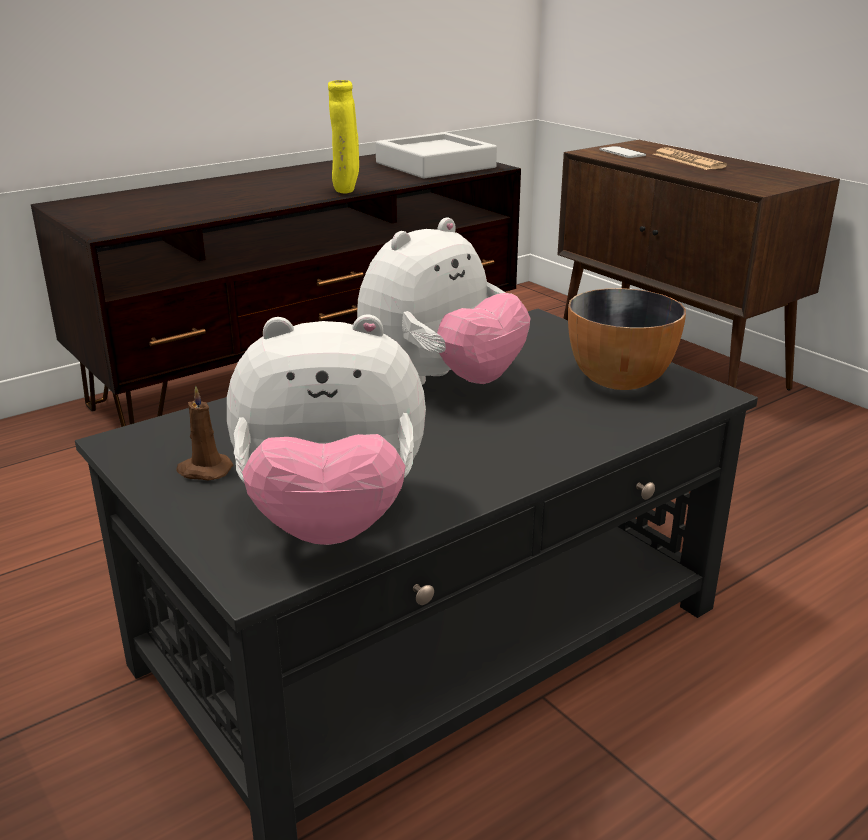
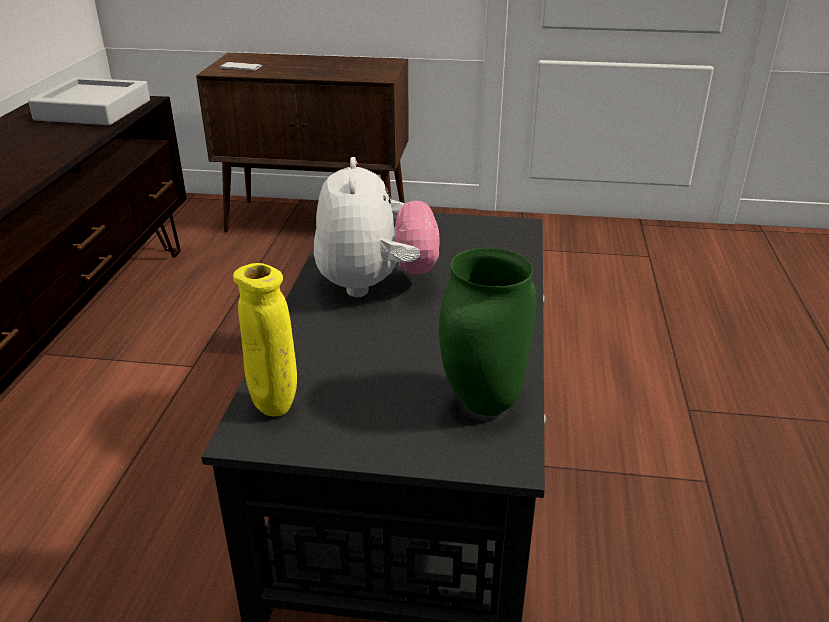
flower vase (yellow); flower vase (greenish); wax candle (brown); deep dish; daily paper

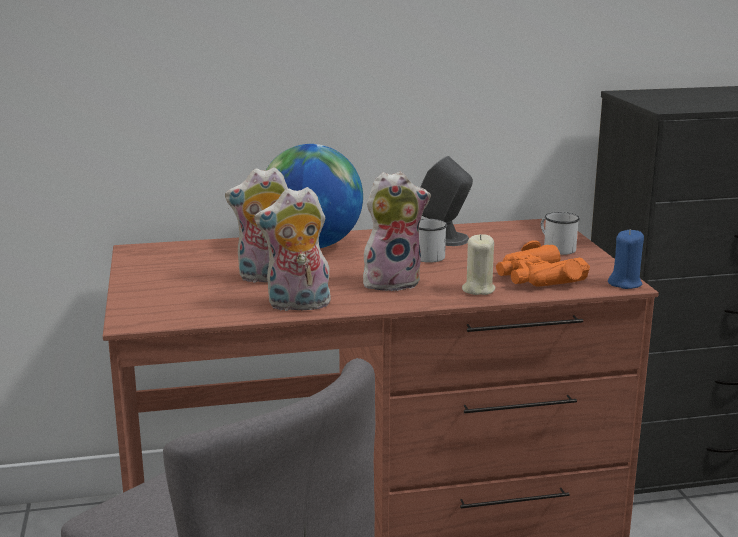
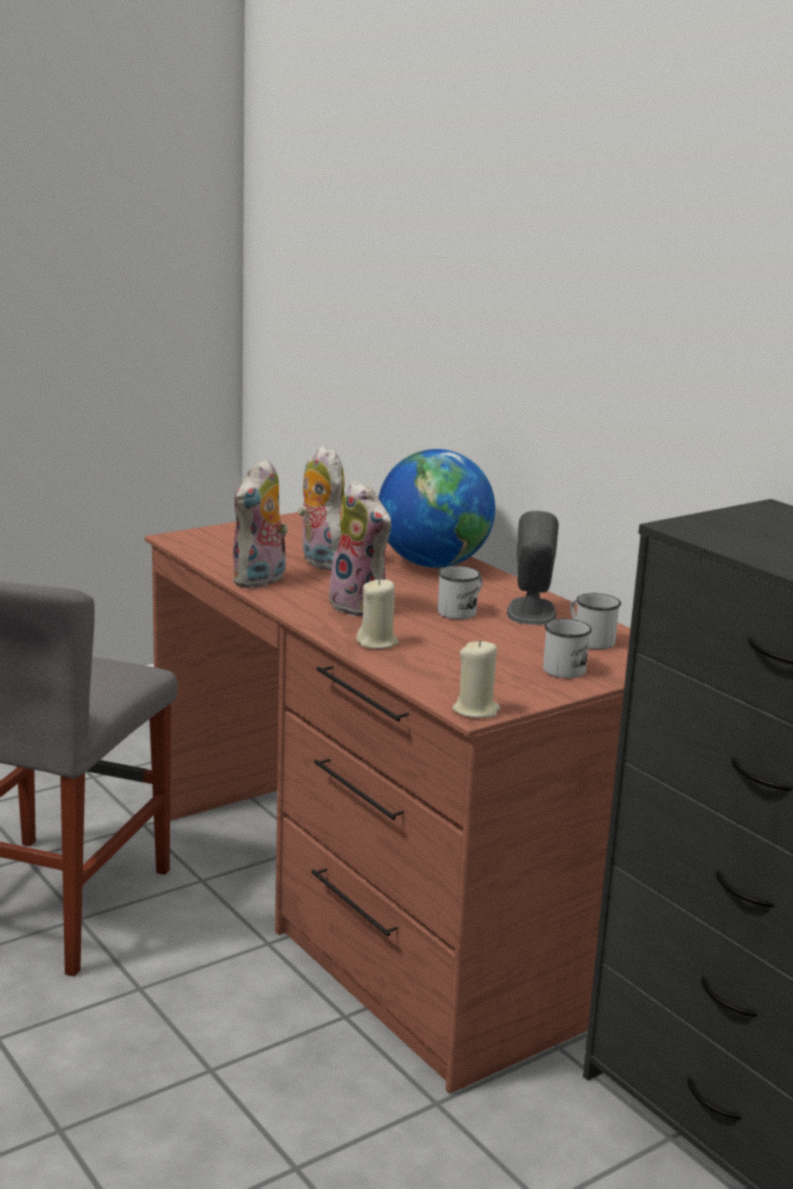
plush toy (no. 1 from left); wax candle (beige) (no. 2 from left); tea mug (whitish) (no. 3 from left); pair of binoculars (orangey)

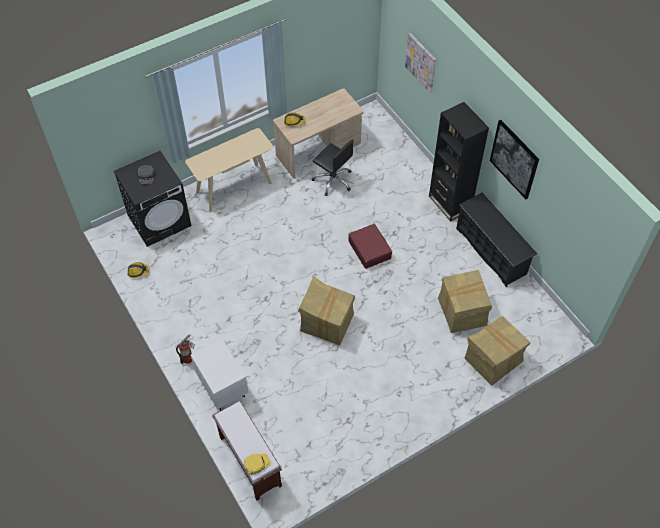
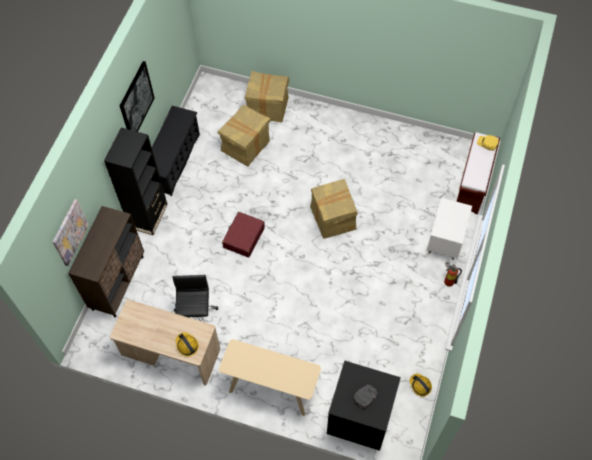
storage cabinet (brown)

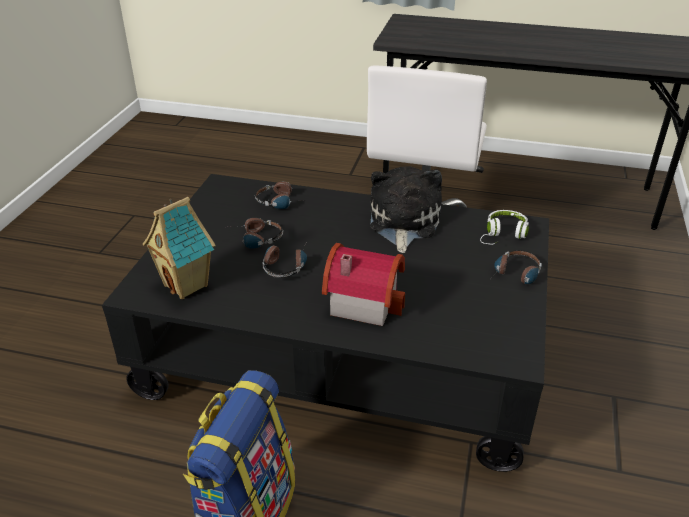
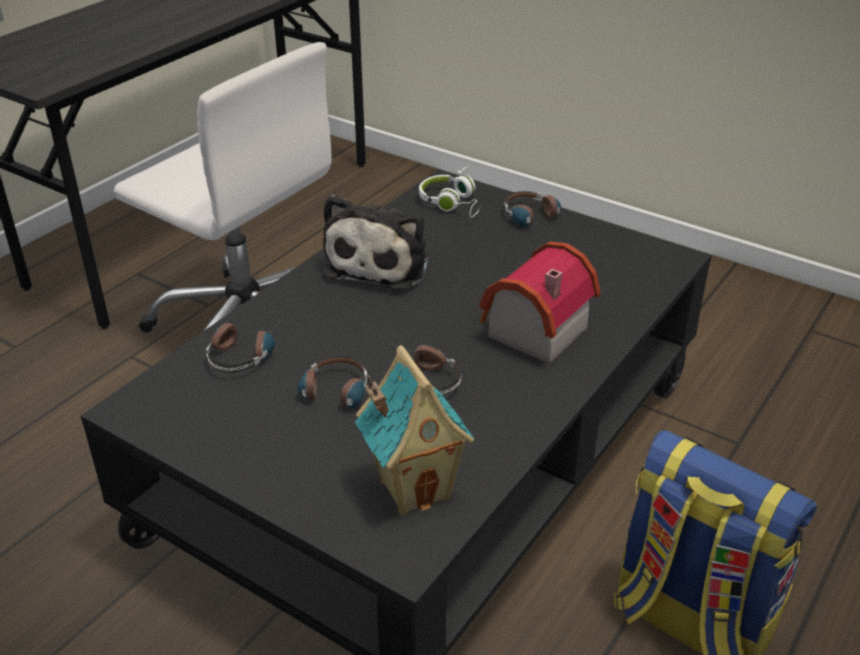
plush toy

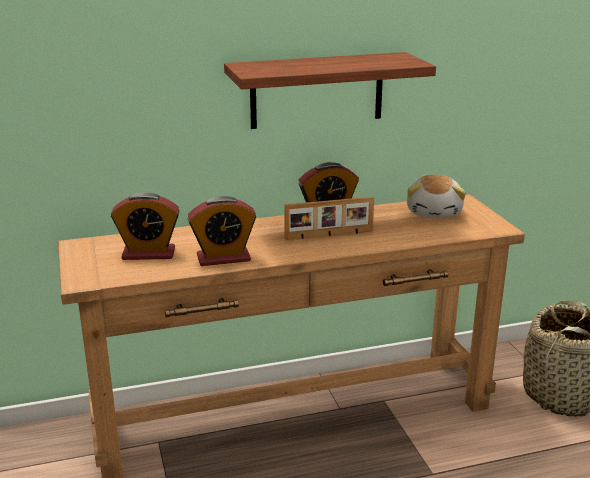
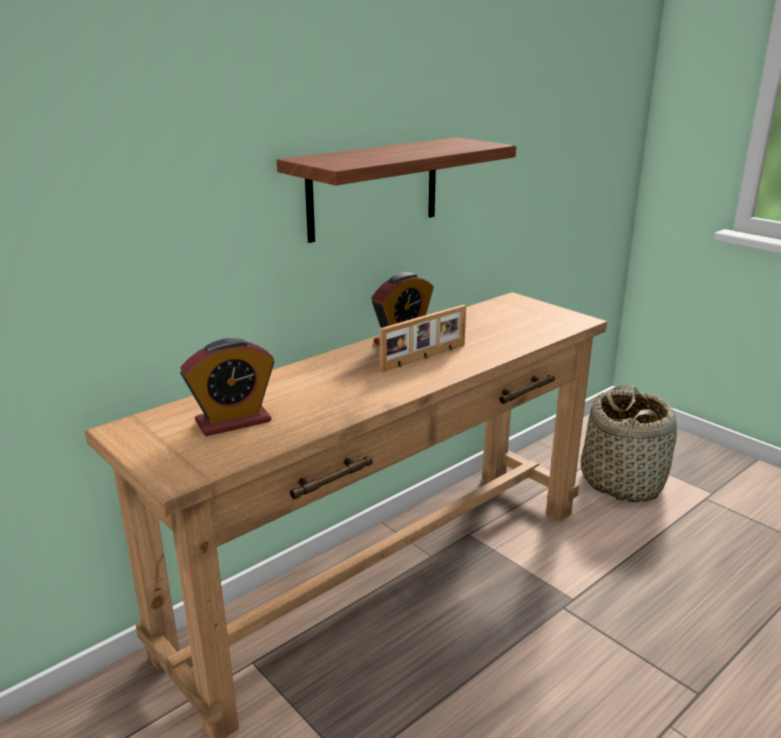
bedside clock (no. 2 from left in the first image); plush toy

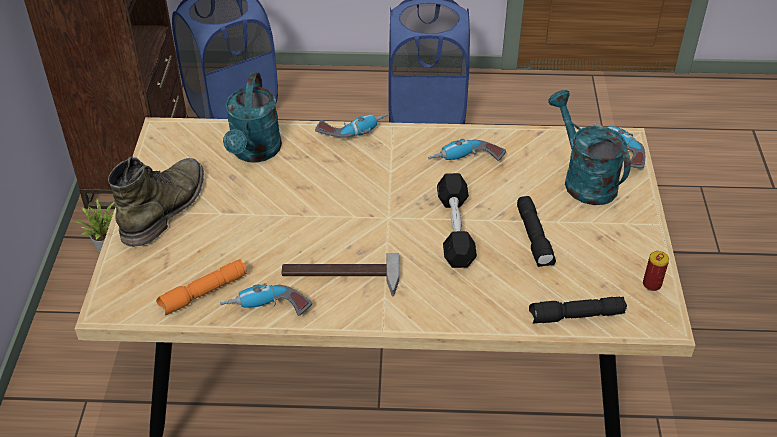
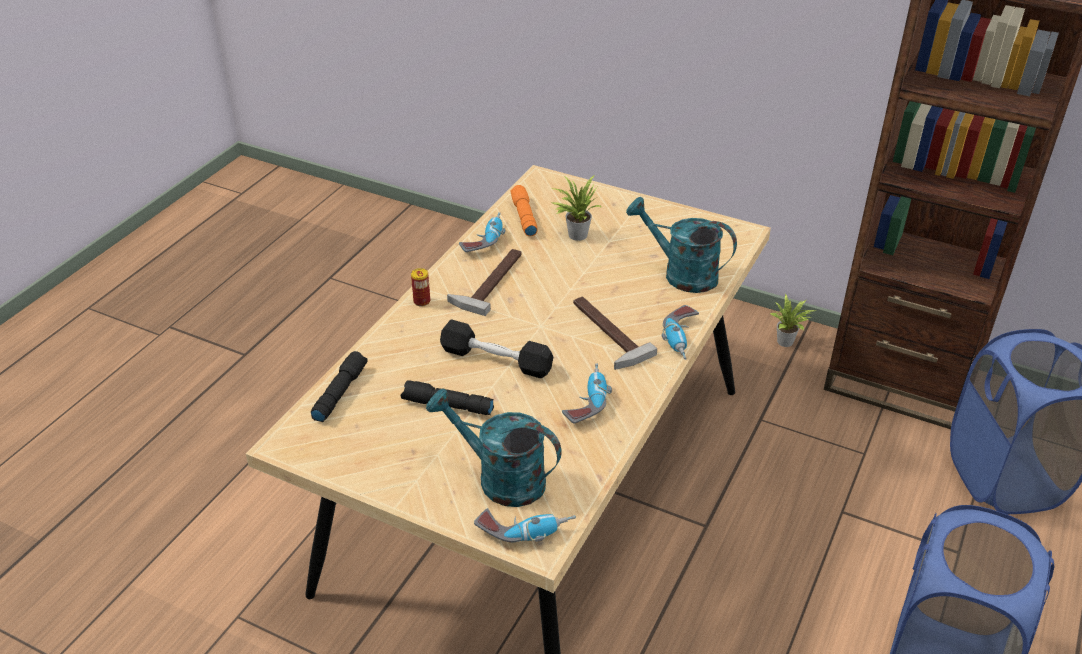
sealed can; watering can (turquoise-coloured) (no. 1 from left); potted plant (no. 1 from left); hand hammer (no. 2 from left); high-top boot (greenish)

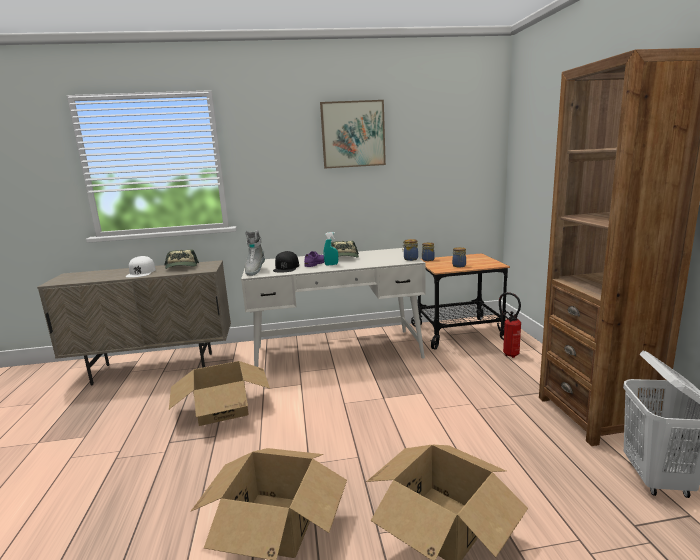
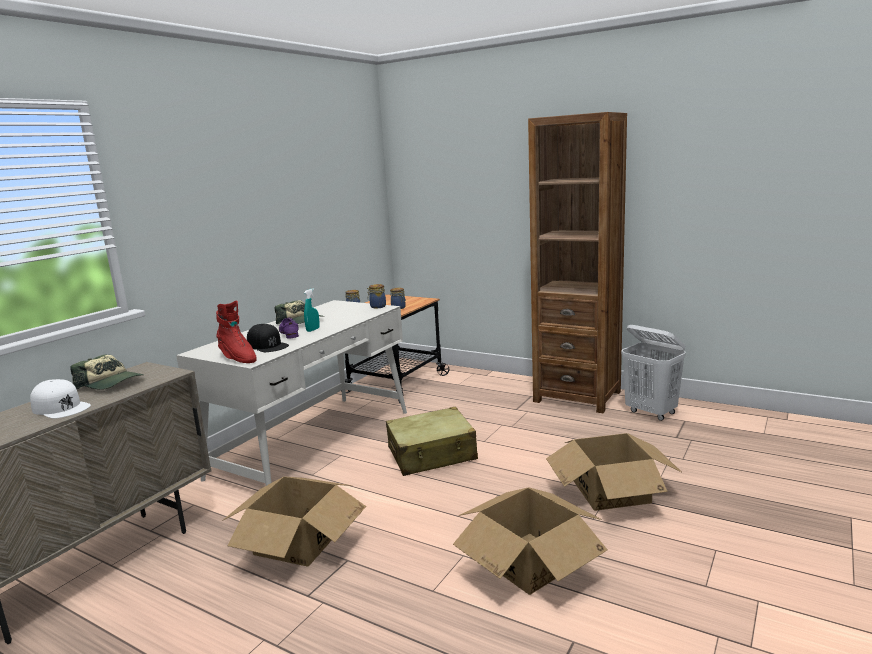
high-top boot (red); suitcase (beige); wall picture; extinguisher

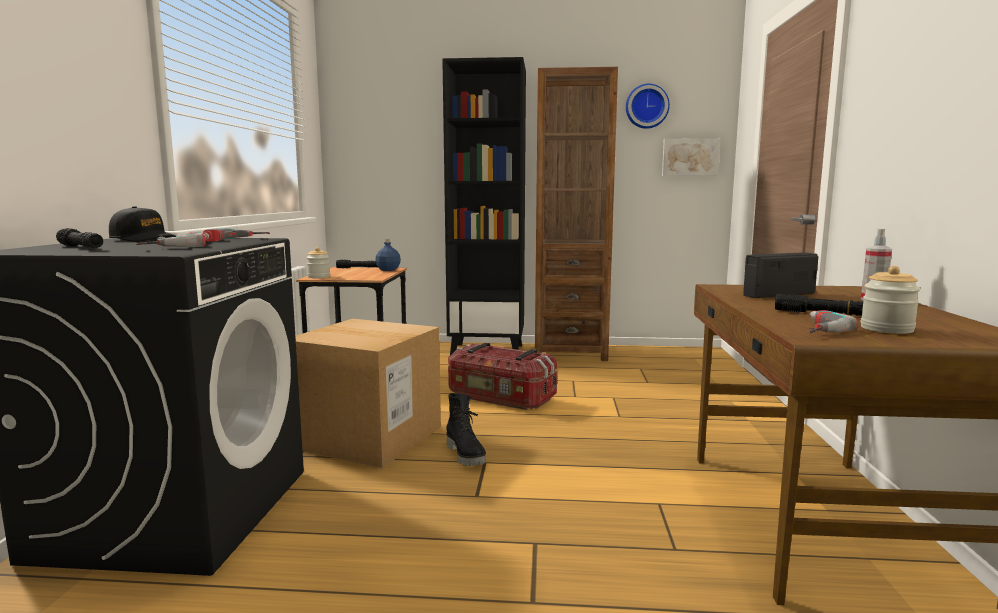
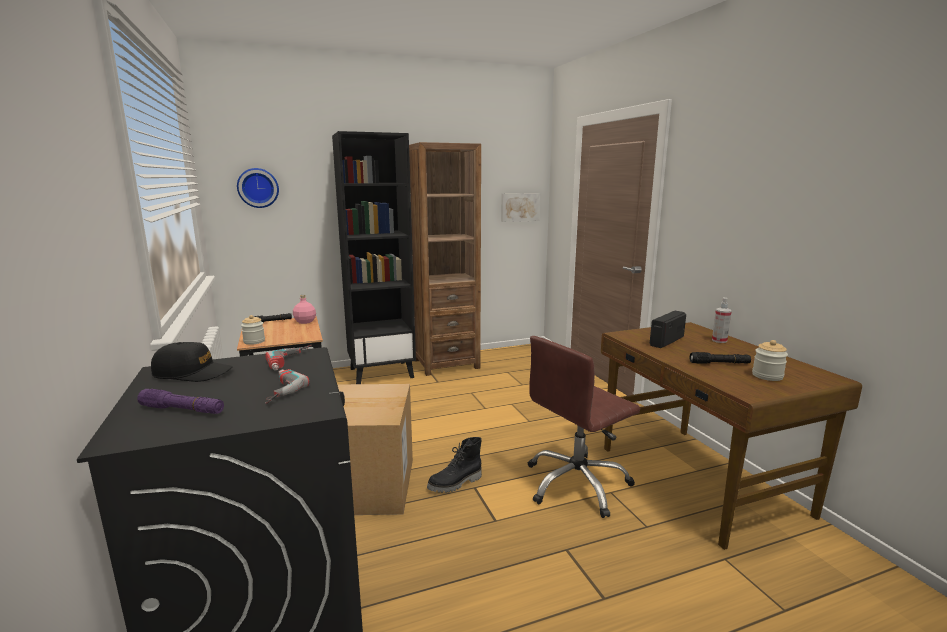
flashlight (purple); hanging clock; beverage bottle (pink); high-top boot (black); desk chair (brown); storage box; electric drill (no. 3 from left in the first image)

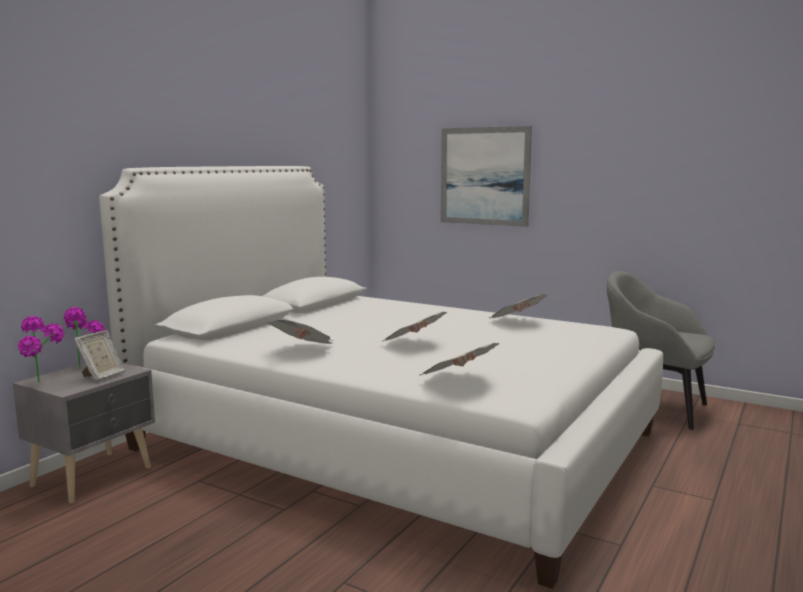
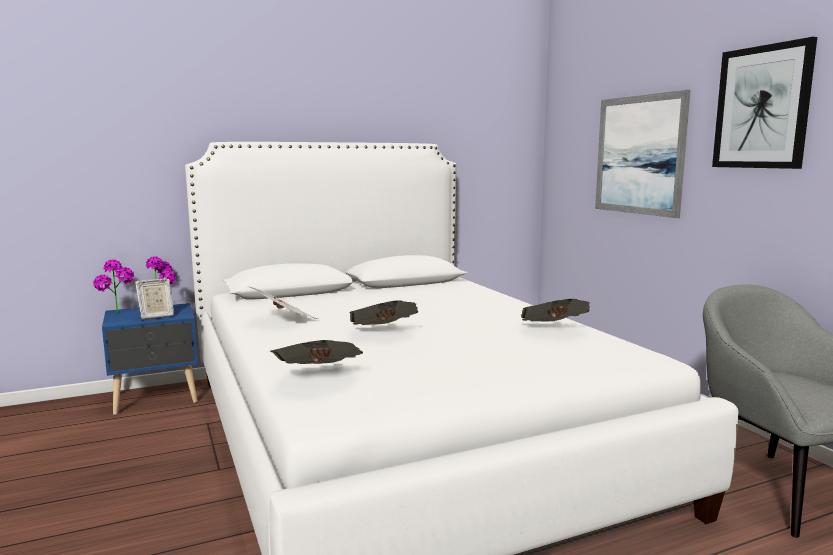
bedside table (bluish); wall picture (no. 2 from left)

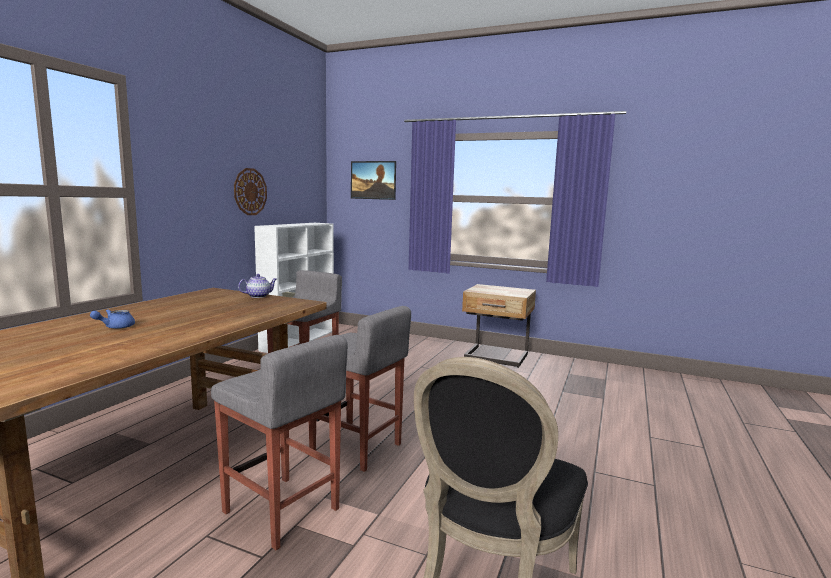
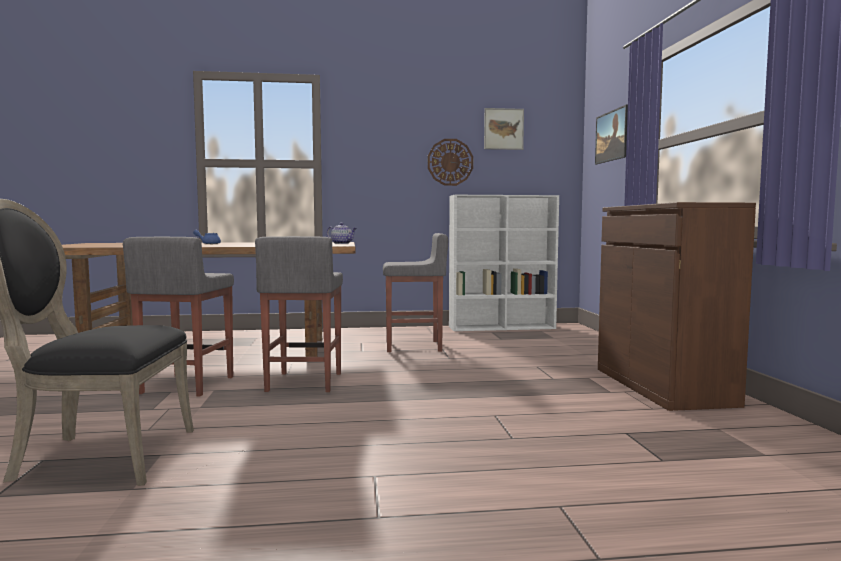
wall picture (no. 1 from left); storage cabinet (brown)

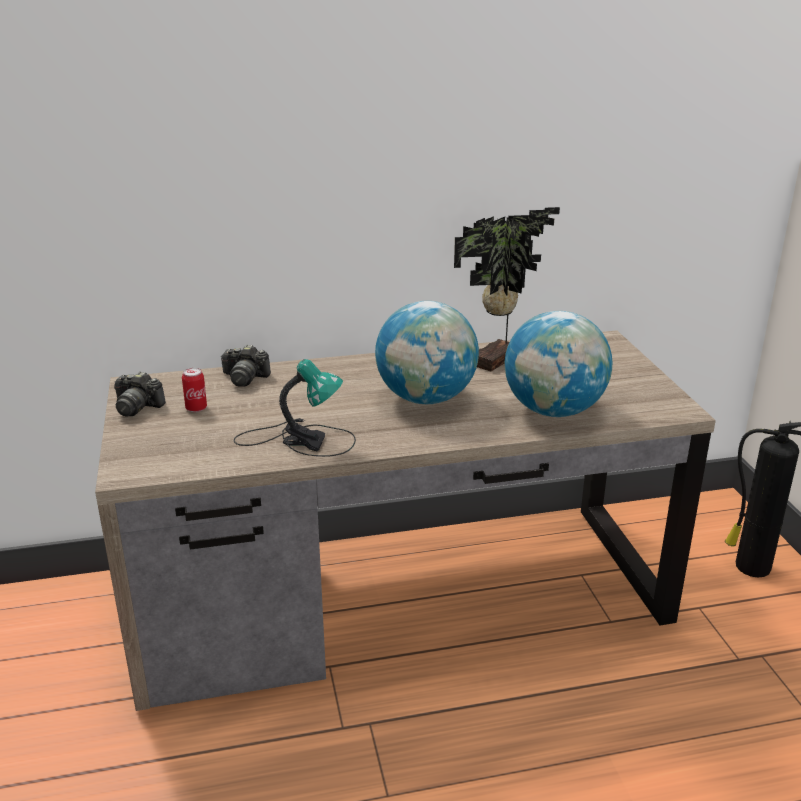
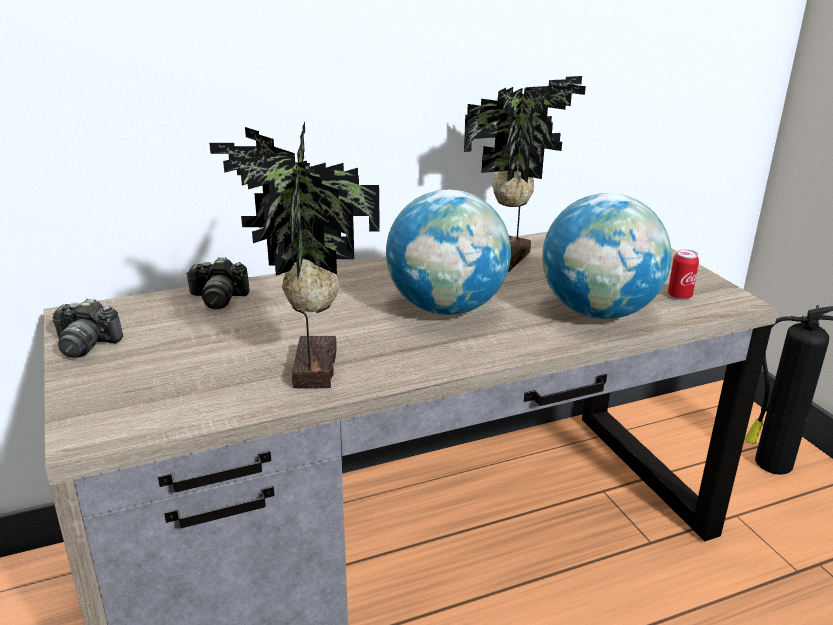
potted plant (no. 1 from left); sealed can

